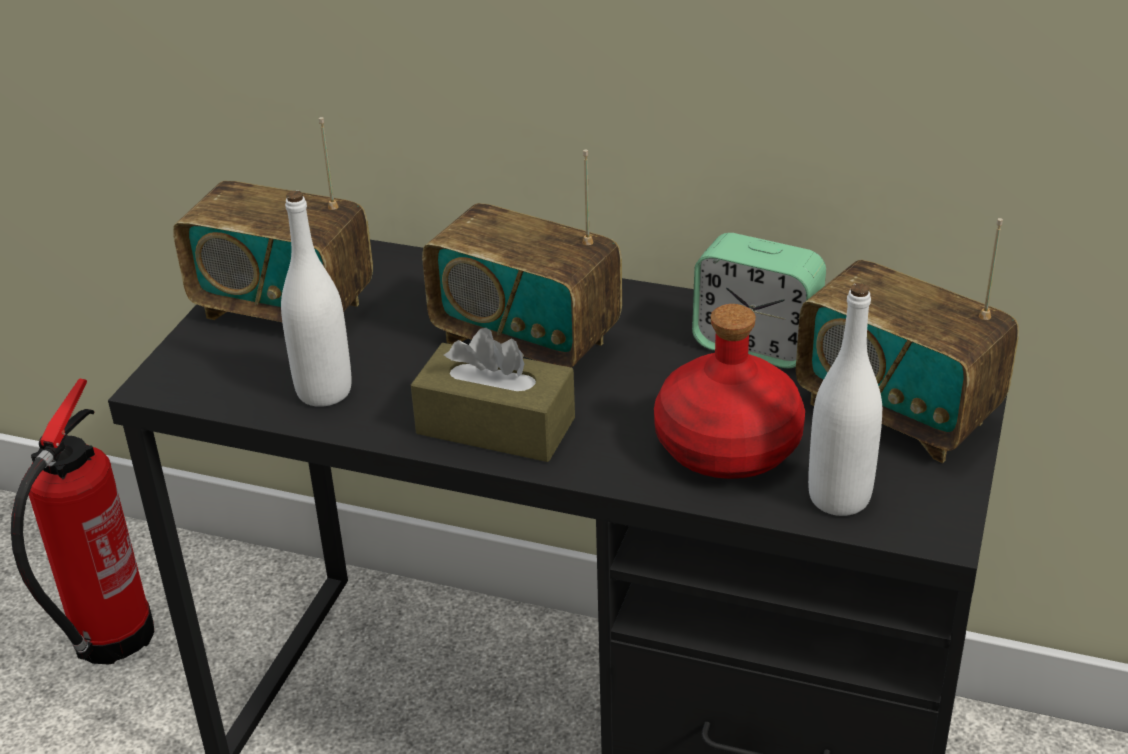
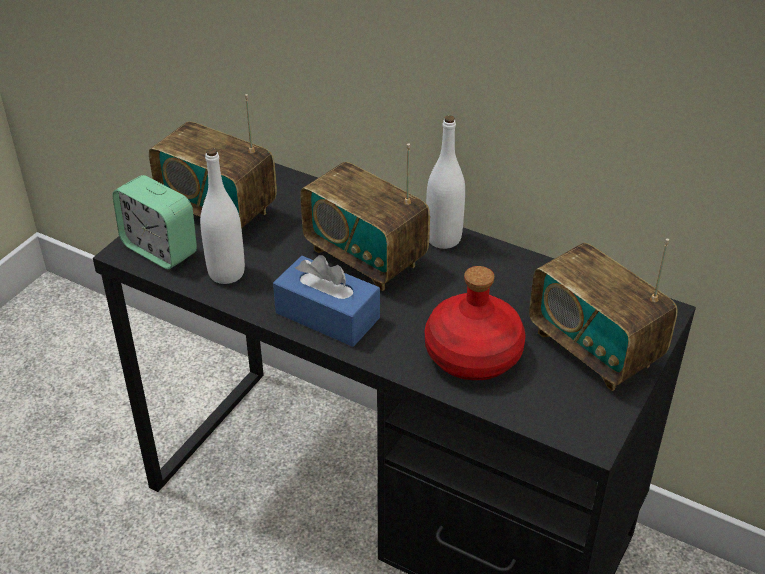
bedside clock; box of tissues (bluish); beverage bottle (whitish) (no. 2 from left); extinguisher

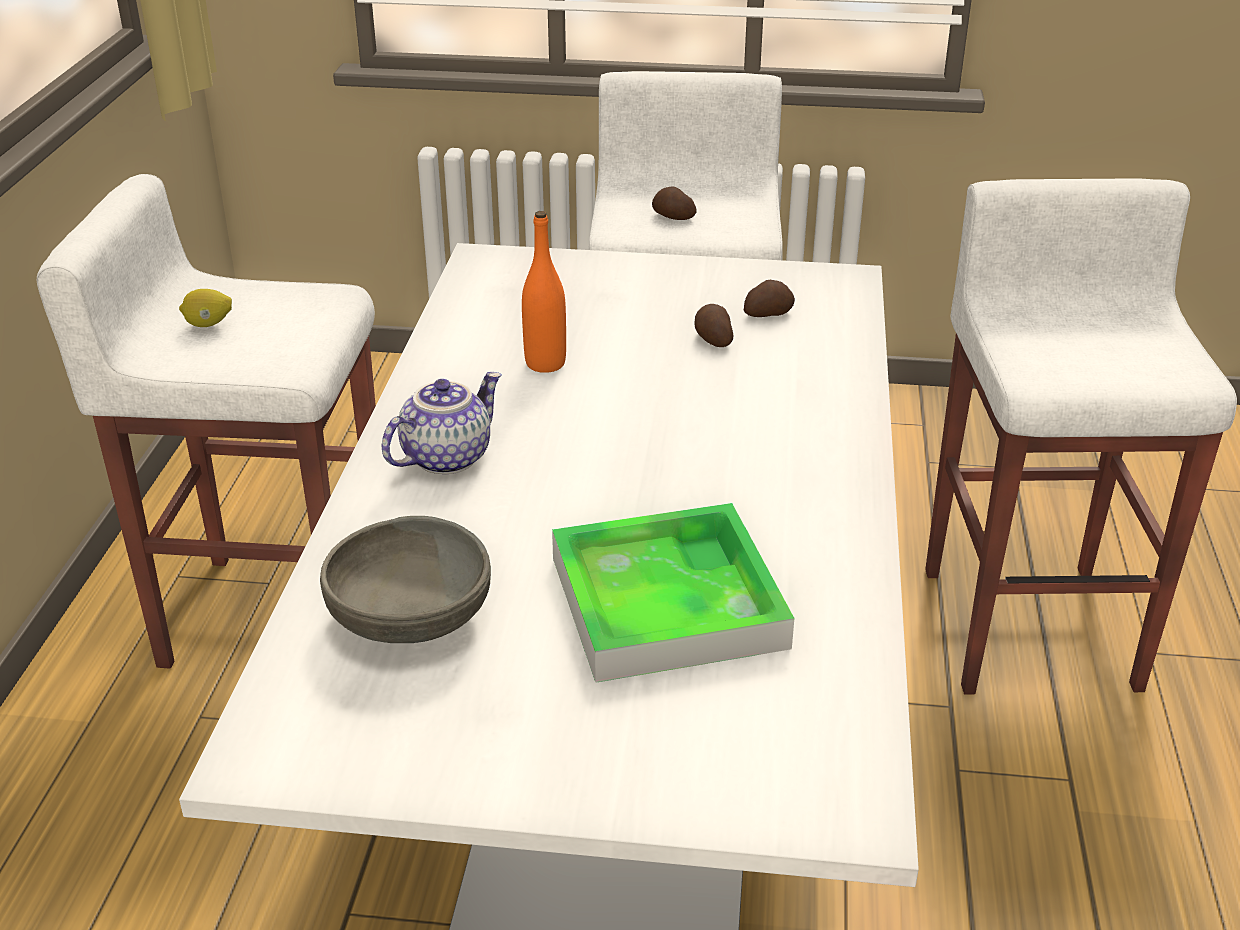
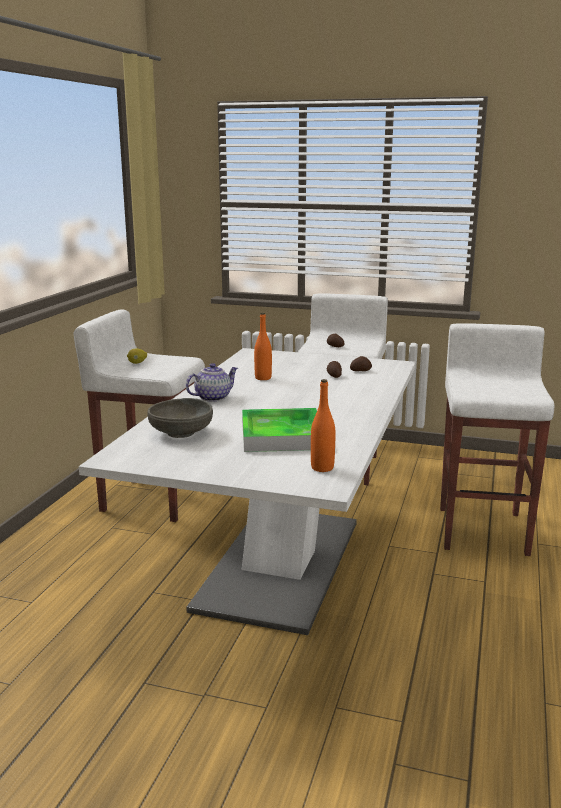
beverage bottle (orangey) (no. 2 from left)

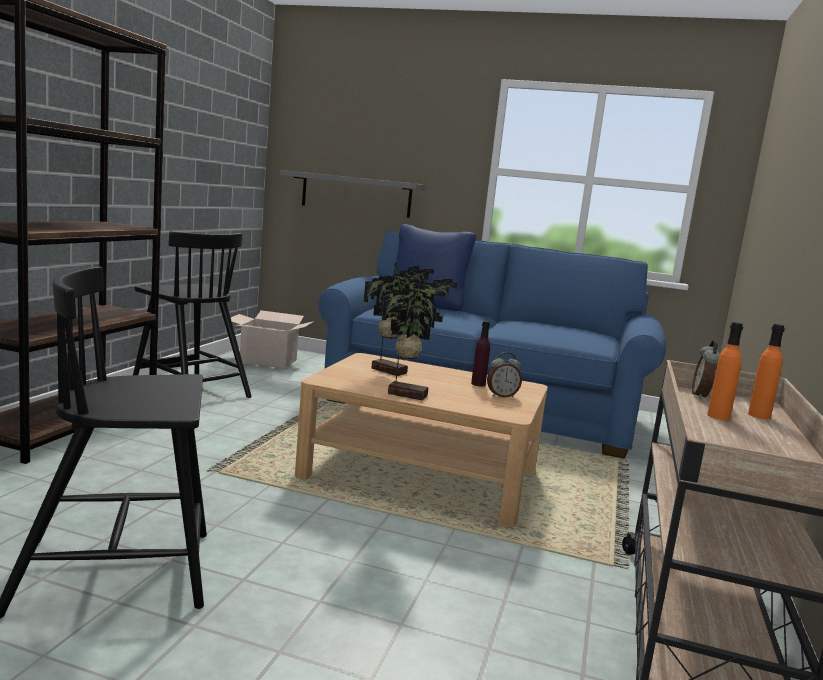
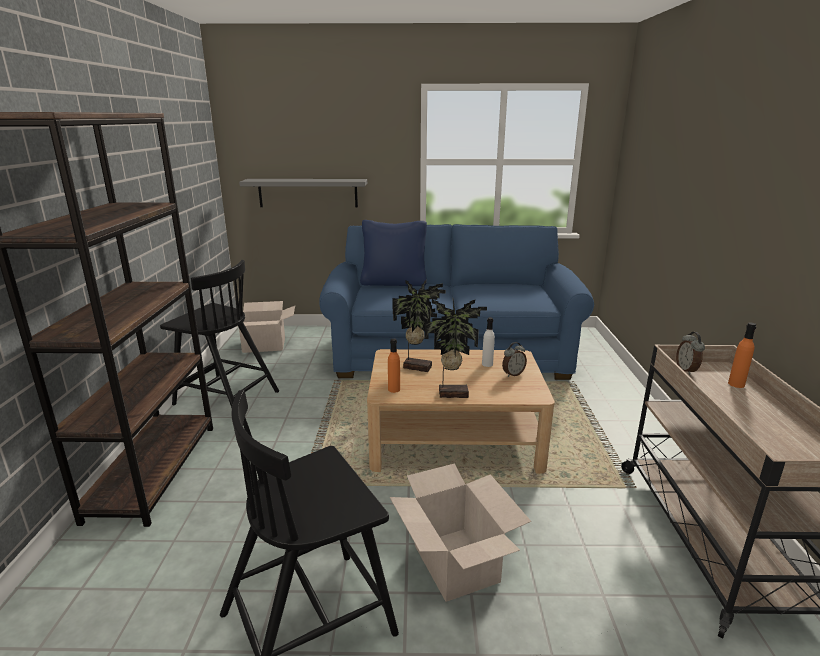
beverage bottle (orangey) (no. 1 from left); carton (no. 2 from left); beverage bottle (whitish)

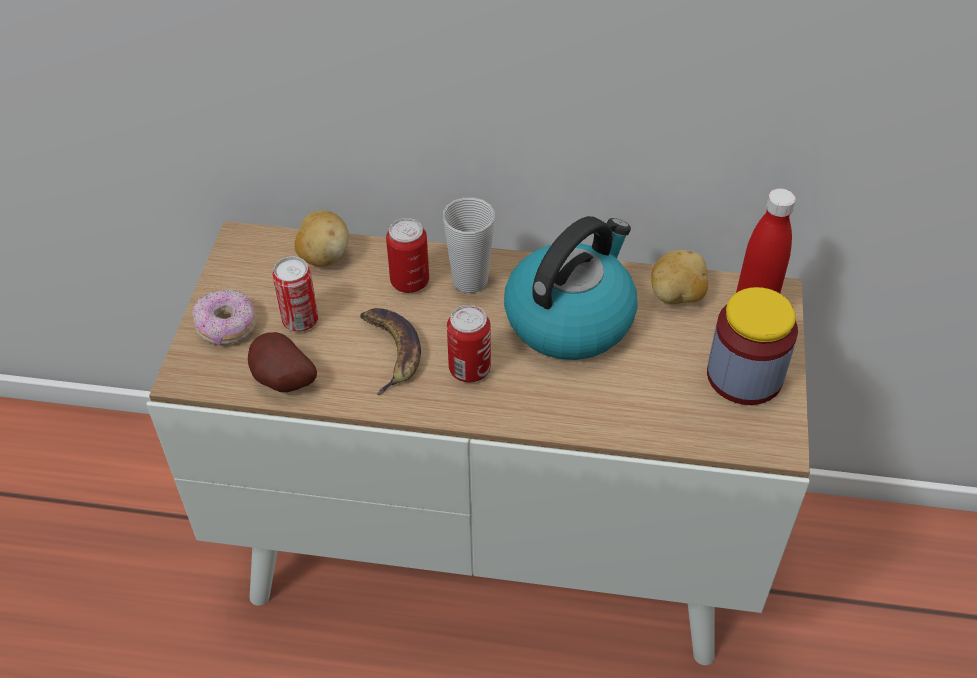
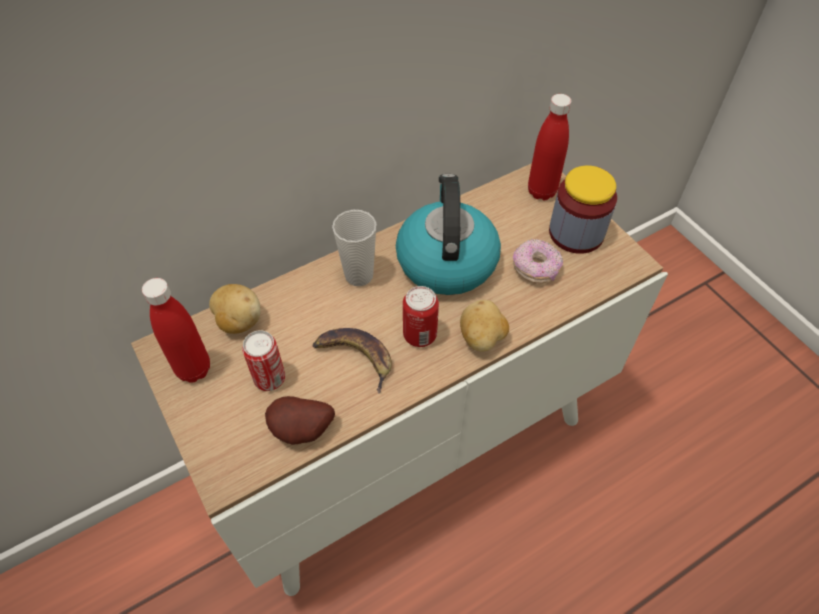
beverage bottle (red) (no. 1 from left); spud (no. 3 from left); donut; sealed can (no. 2 from left in the first image)

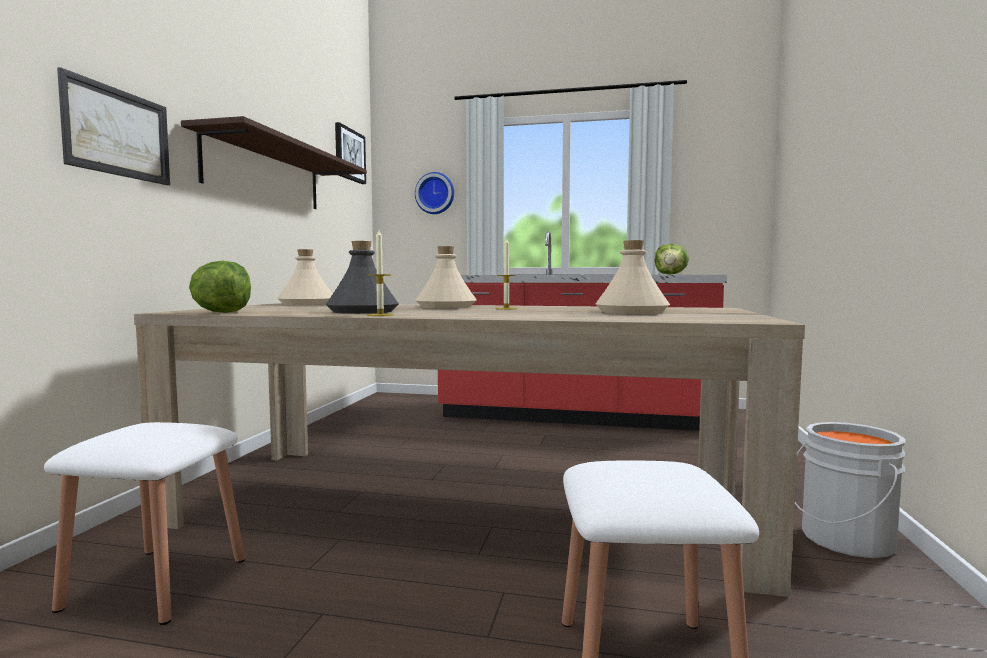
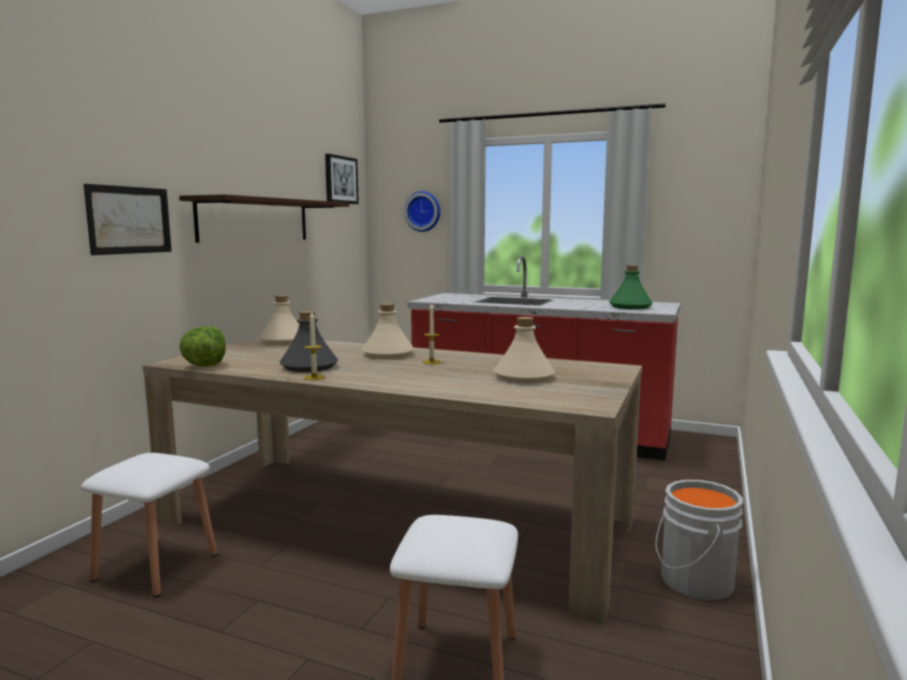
beverage bottle (greenish)

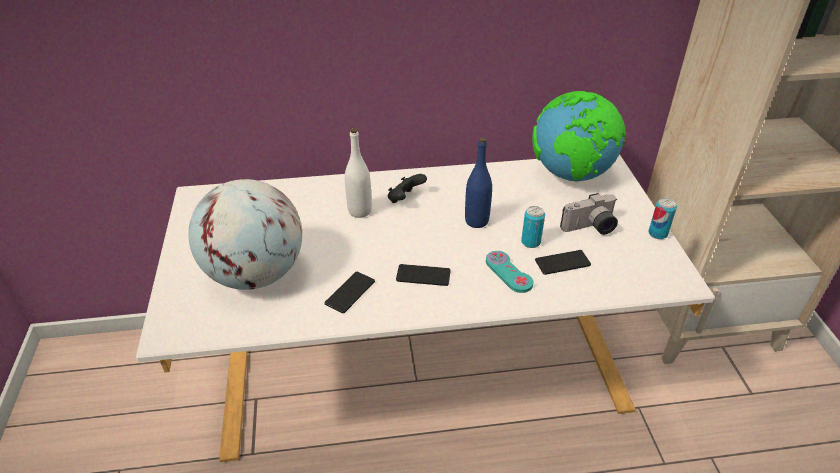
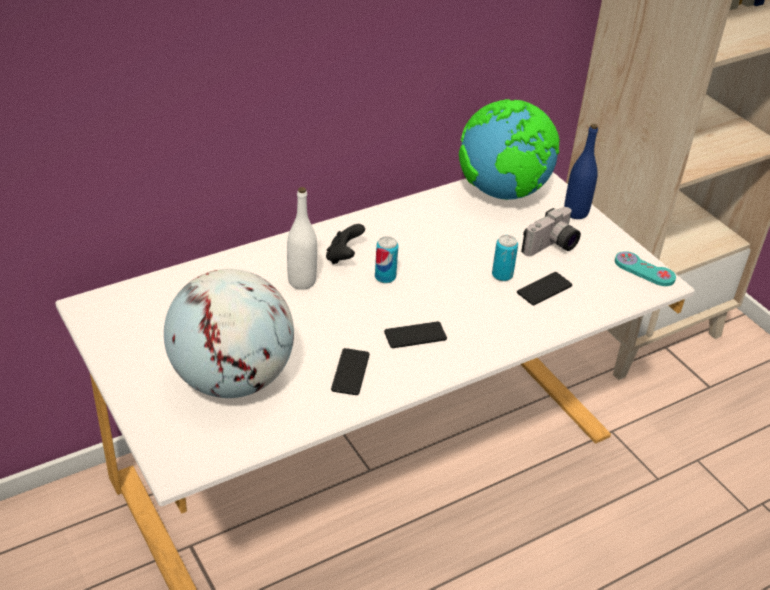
sealed can (no. 1 from left); beverage bottle (bluish); joypad (turquoise-coloured)

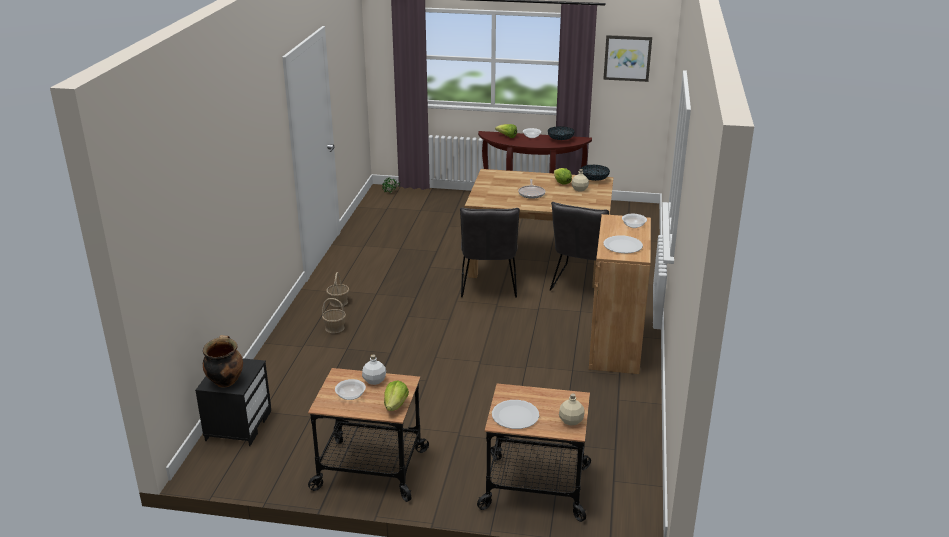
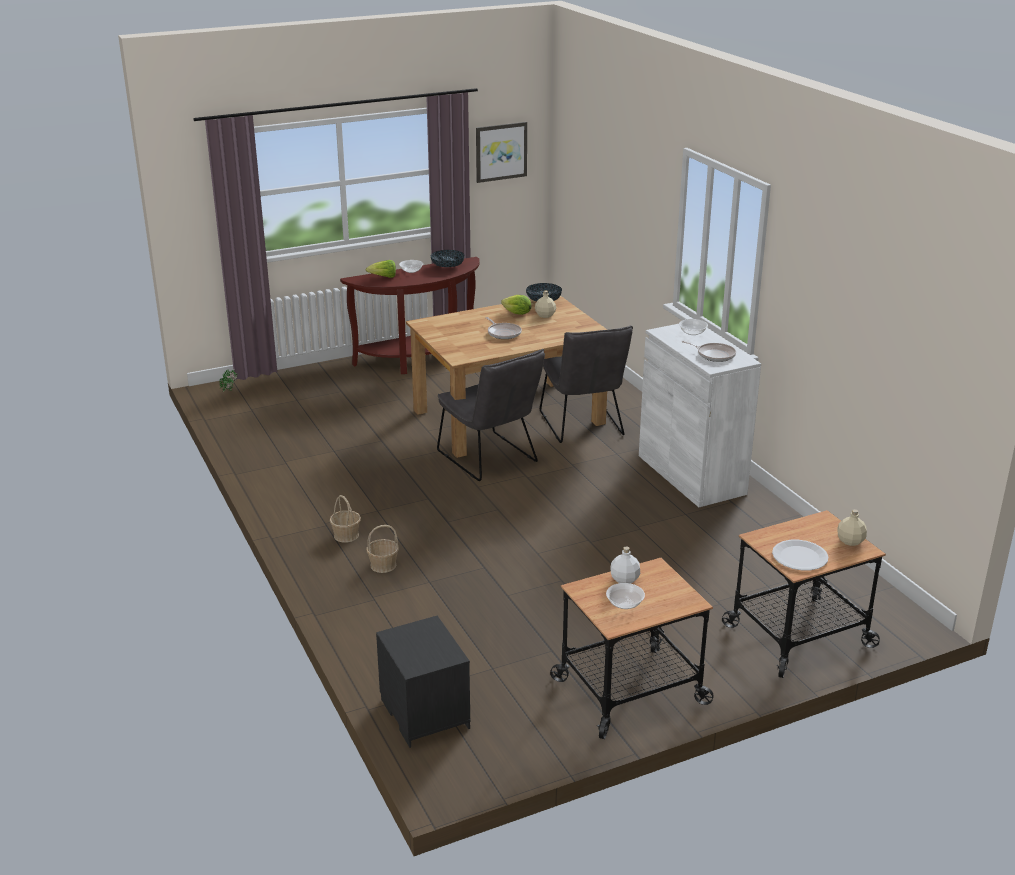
storage cabinet (whitish); frying pan (no. 2 from left); cooking pot; head of lettuce (no. 1 from left in the first image)

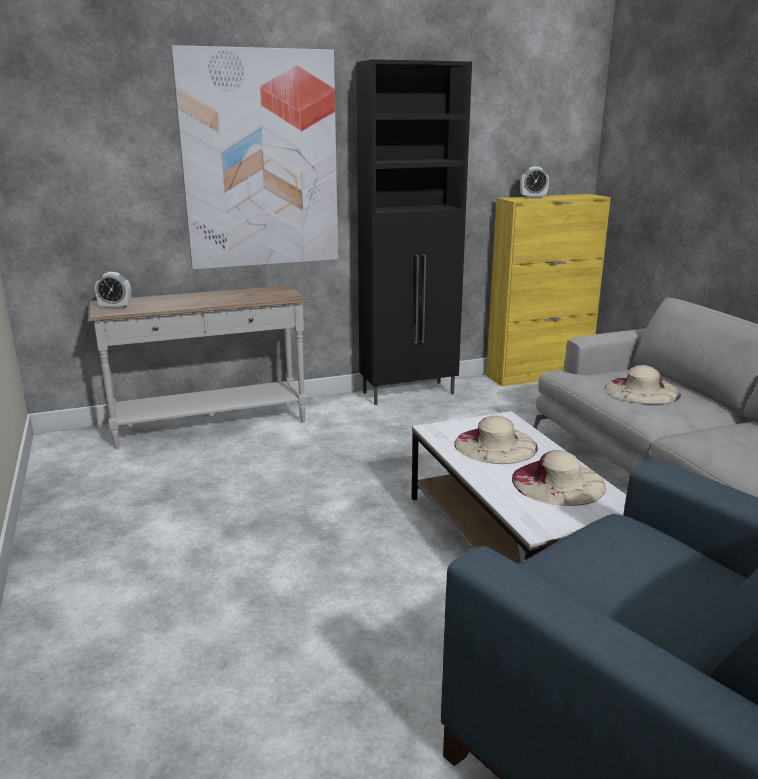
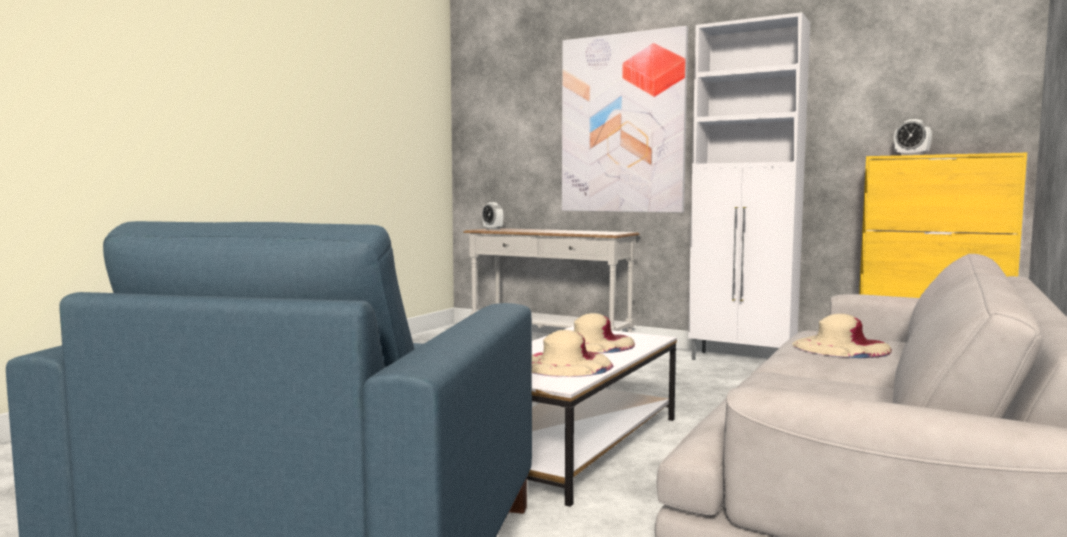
storage cabinet (whitish)

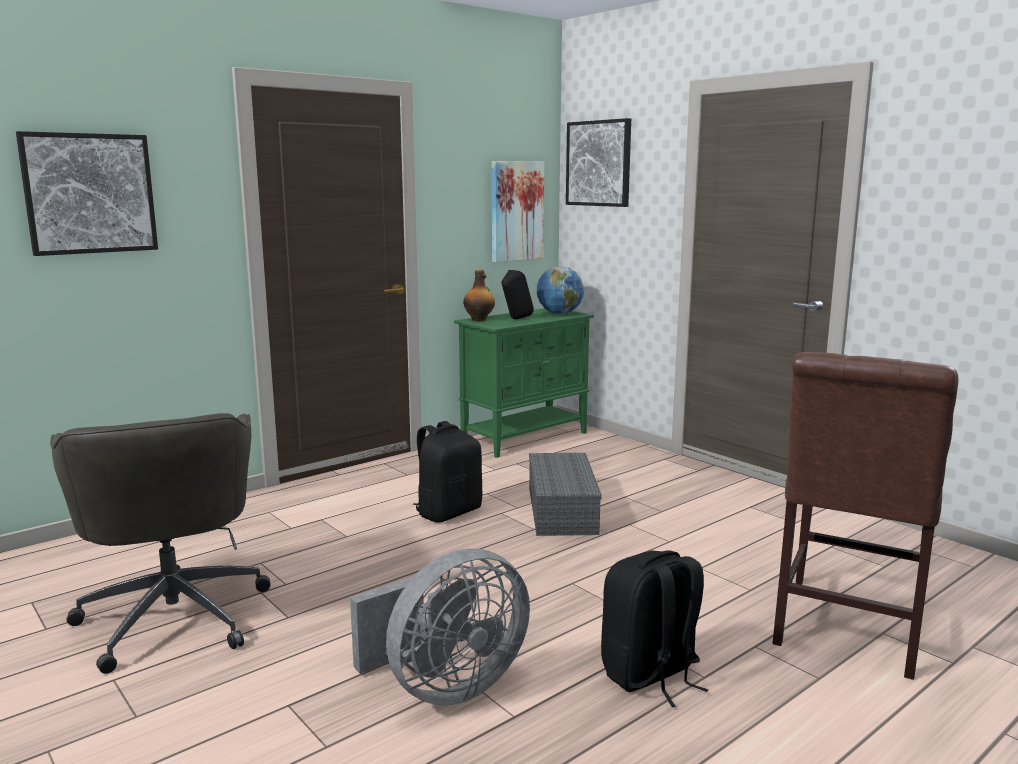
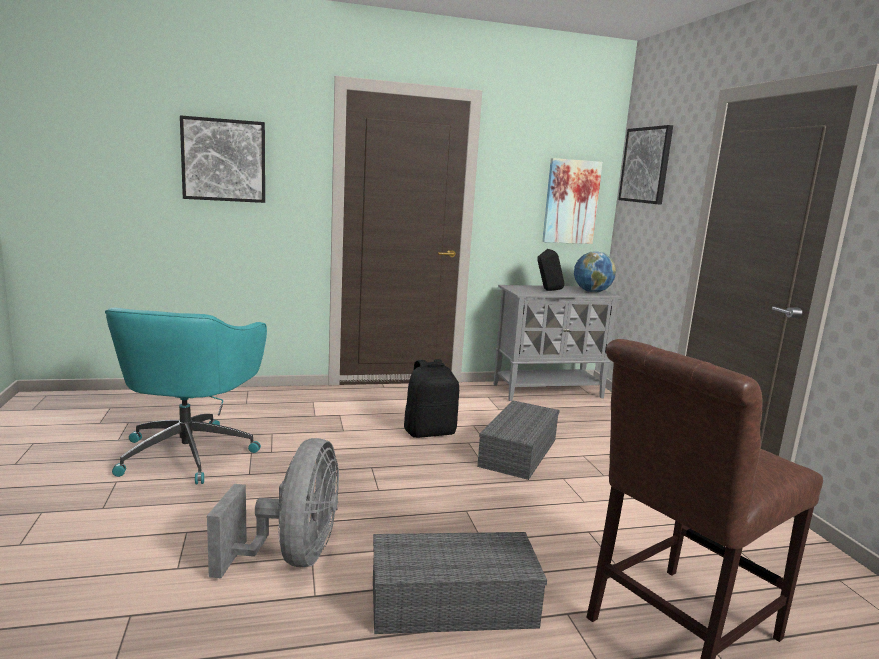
desk chair (turquoise-coloured); fan (grey); storage box (grey) (no. 1 from left); storage cabinet (grey); beverage bottle

